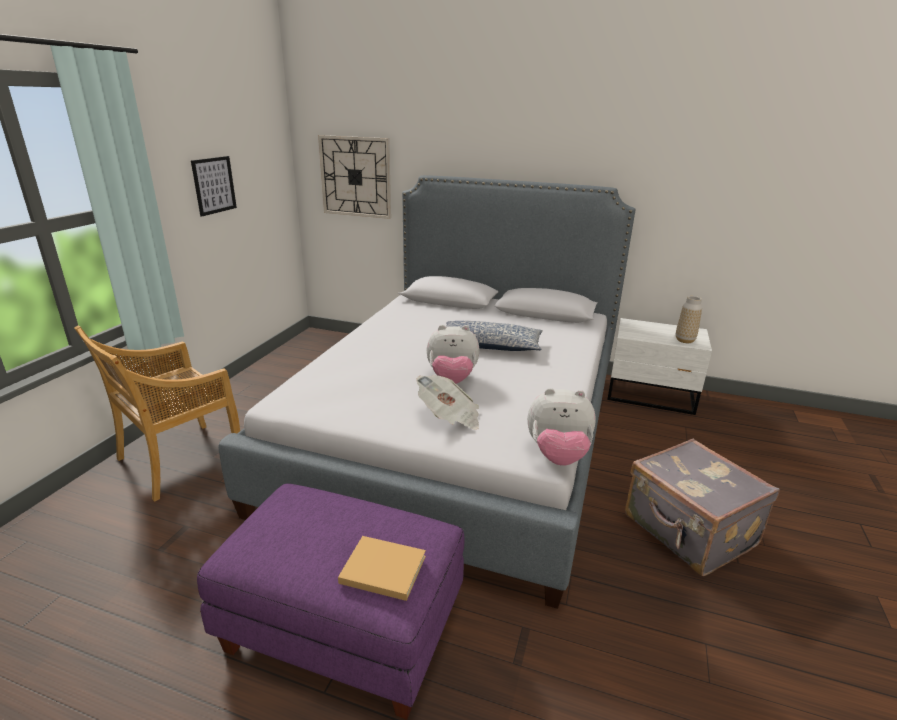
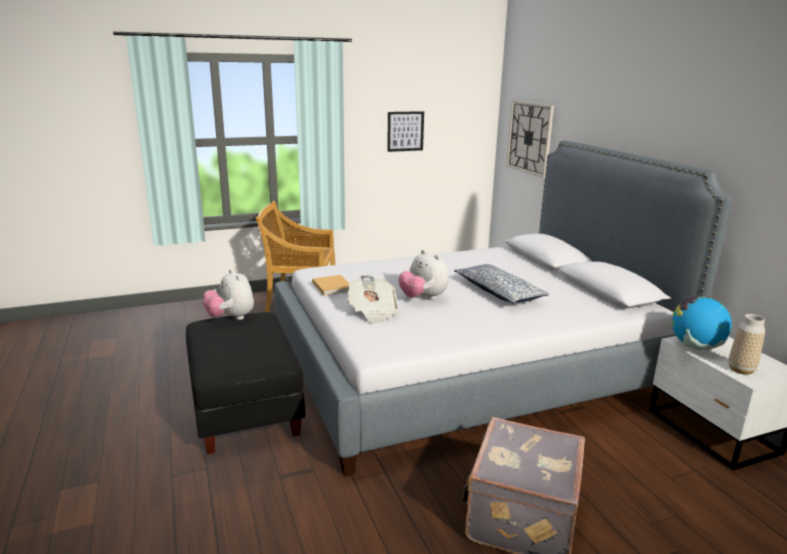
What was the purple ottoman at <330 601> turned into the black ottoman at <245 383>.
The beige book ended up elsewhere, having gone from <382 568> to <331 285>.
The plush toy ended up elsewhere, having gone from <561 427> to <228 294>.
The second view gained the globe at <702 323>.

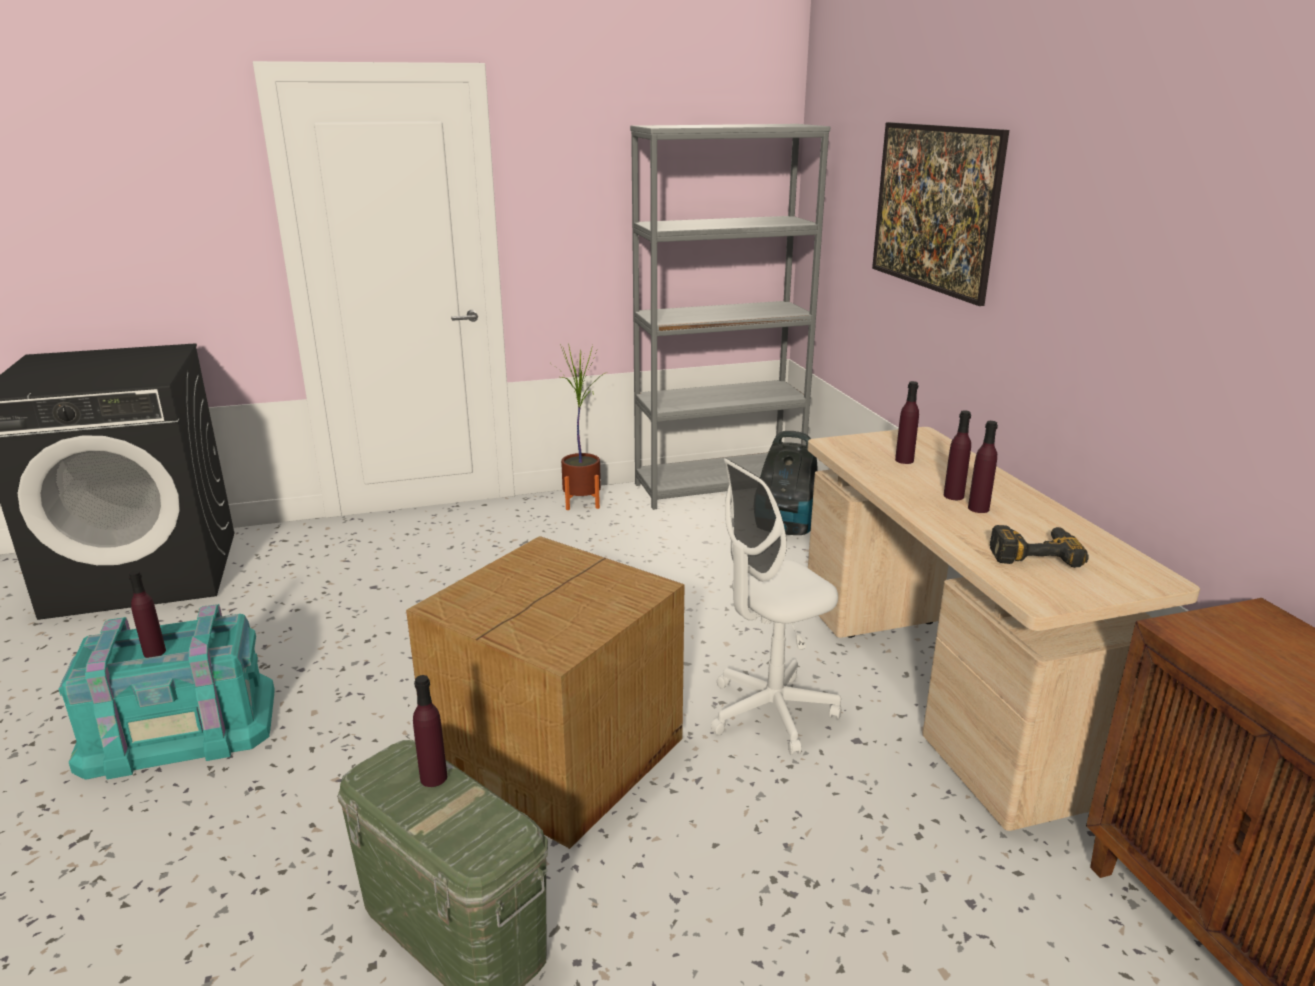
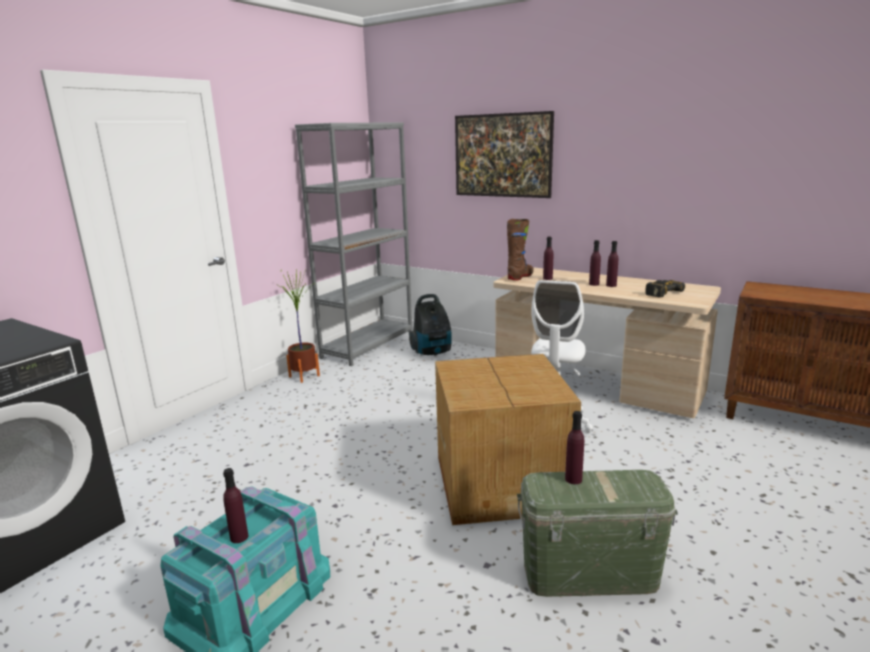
The second view gained the brown boot at <520 249>.

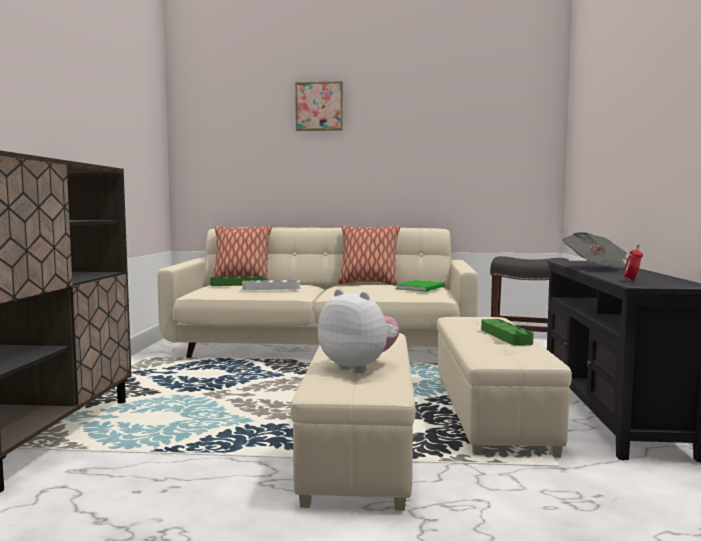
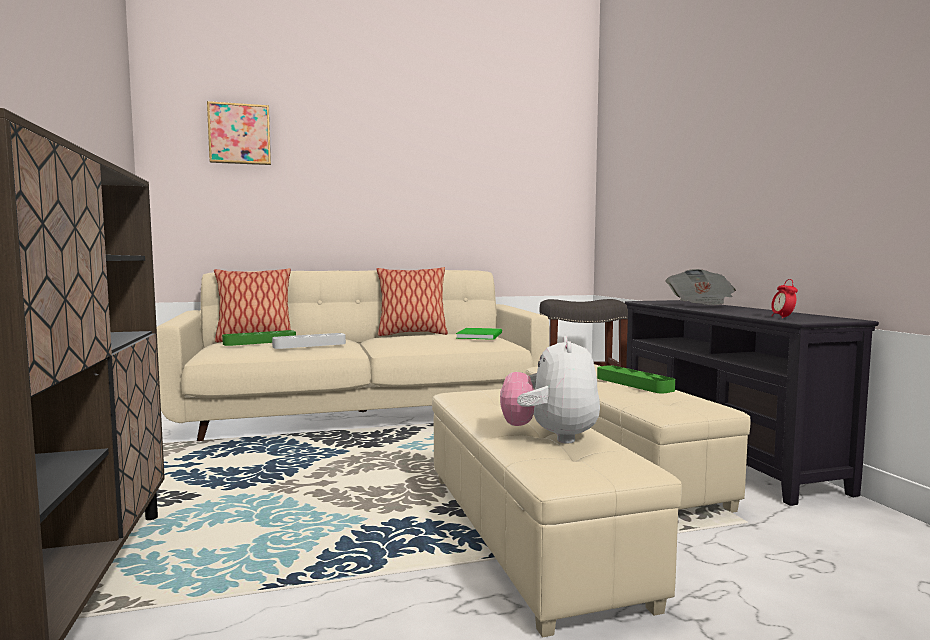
The picture ended up elsewhere, having gone from <319 106> to <239 133>.
The plush toy at <358 331> ended up facing another way, 105 degrees counterclockwise from before.

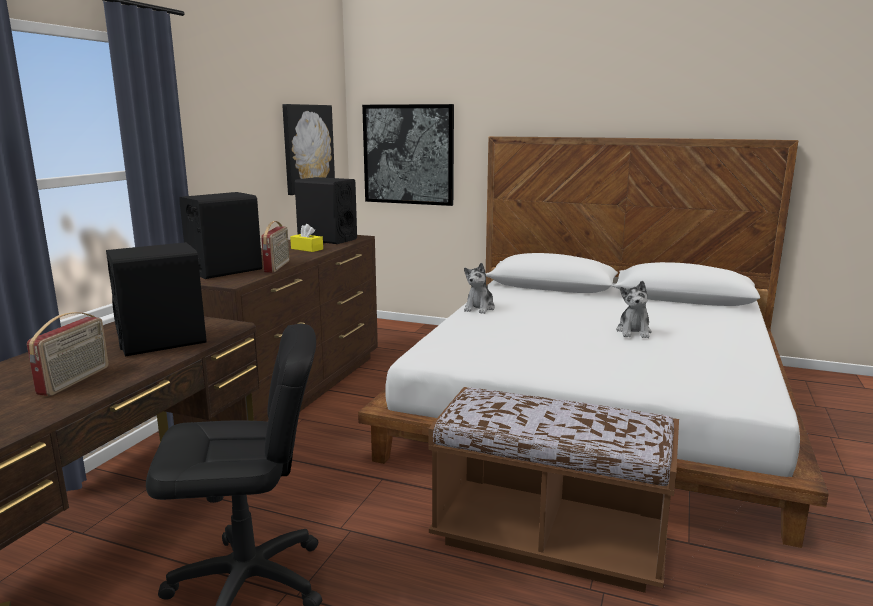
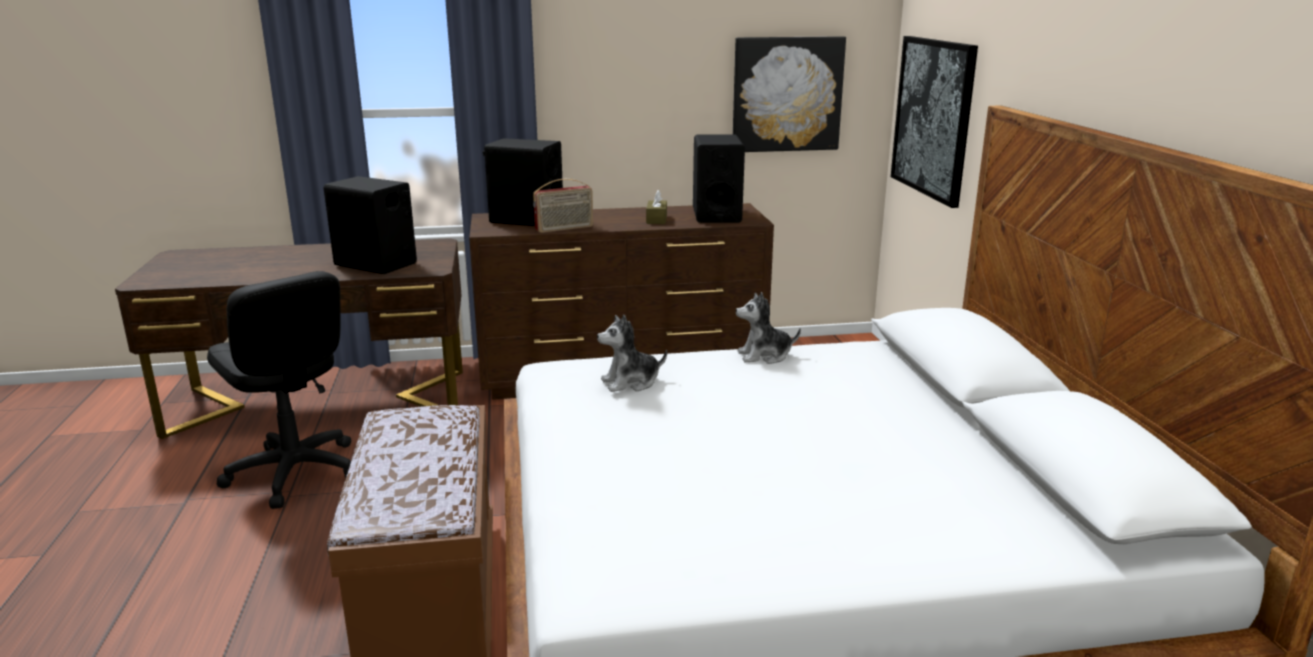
The second view lost the radio at <68 354>.
What was the yellow tissue box at <306 238> turned into the brown tissue box at <656 207>.
The plush toy ended up elsewhere, having gone from <634 309> to <632 353>.

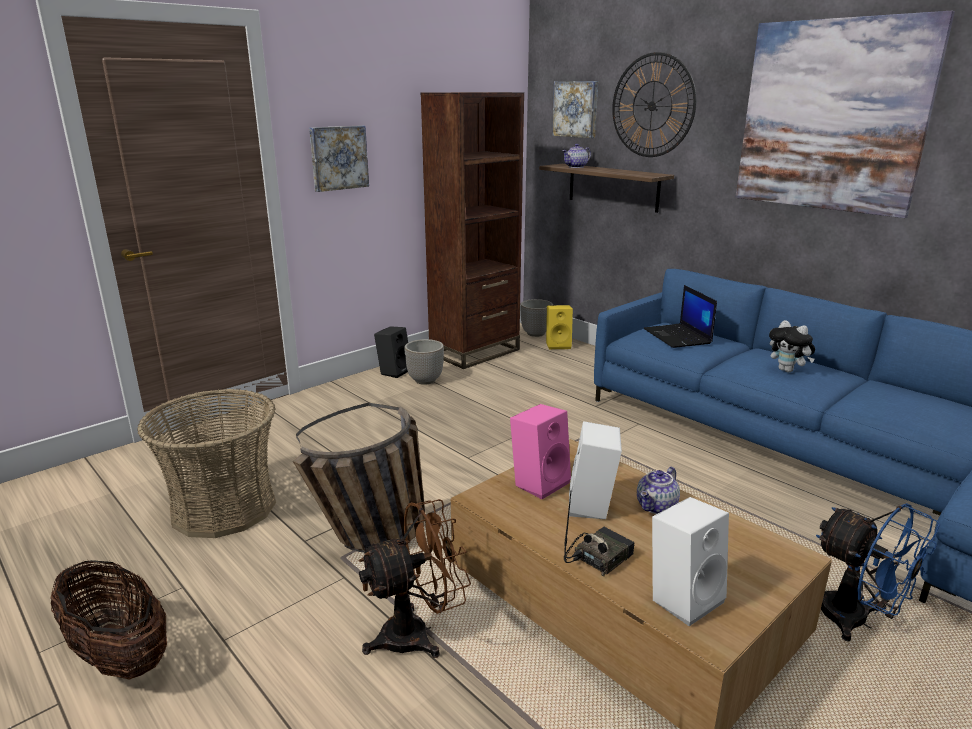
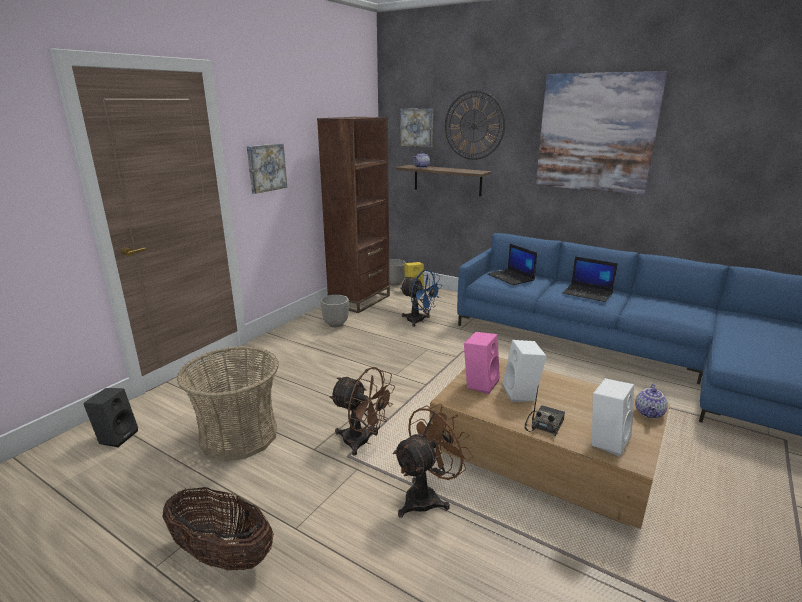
Where the basket stood at <359 477>, the brown fan came to stand at <362 411>.
The black speaker ended up elsewhere, having gone from <391 352> to <110 417>.
The teapot ended up elsewhere, having gone from <658 490> to <651 401>.
Where the plush toy stood at <792 346>, the laptop came to stand at <590 279>.
The blue fan ended up elsewhere, having gone from <878 572> to <420 298>.

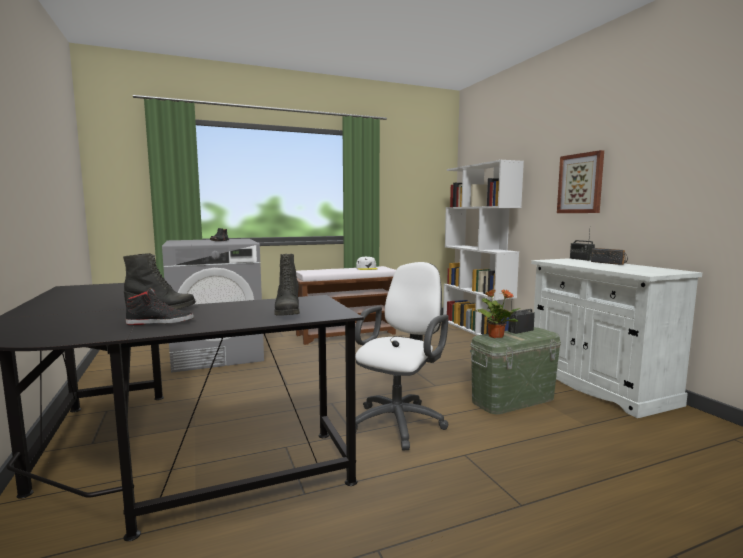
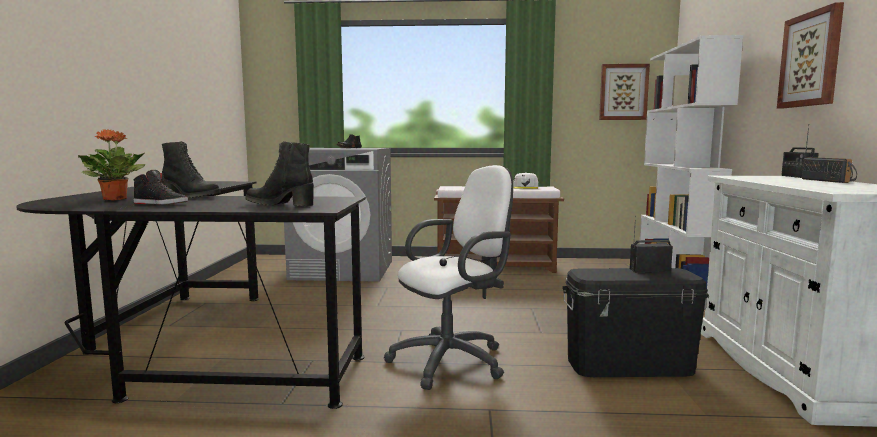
The black boot at <287 285> ended up facing another way, 90 degrees clockwise from before.
What was the green storage box at <515 370> turned into the black storage box at <635 322>.
The potted plant ended up elsewhere, having gone from <497 313> to <111 165>.
The second view gained the picture at <624 92>.

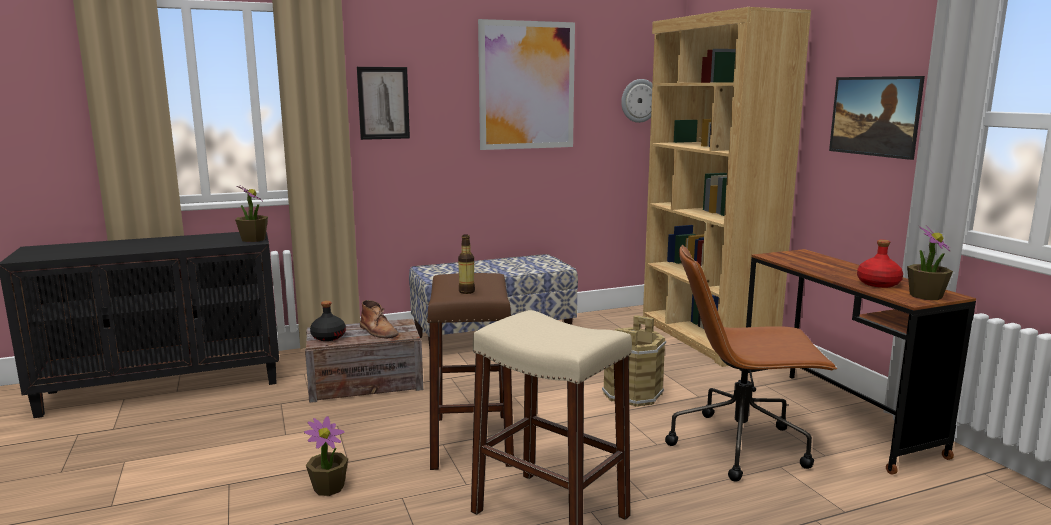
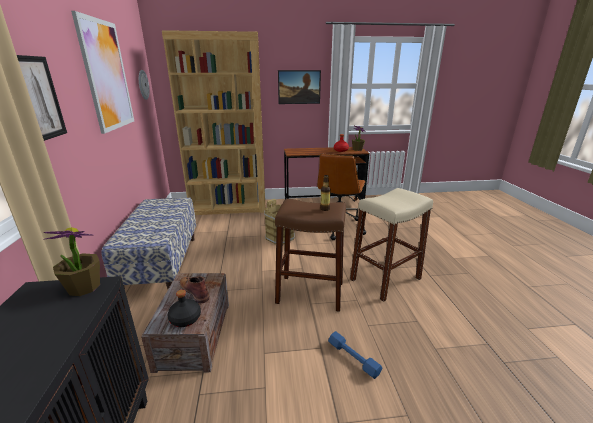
Where the potted plant stood at <326 456>, the blue dumbbell came to stand at <355 355>.
The brown boot at <379 319> ended up facing another way, 105 degrees counterclockwise from before.

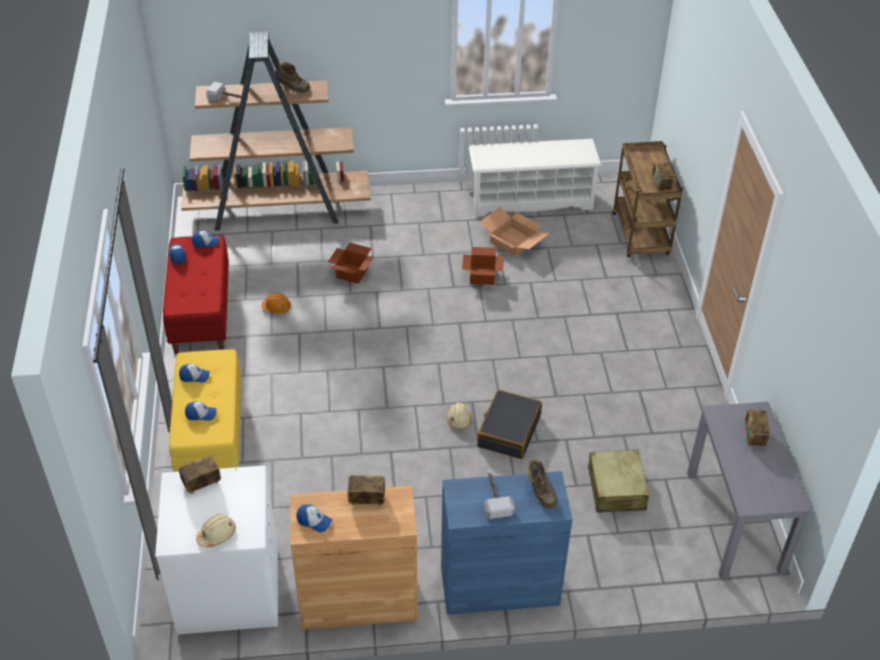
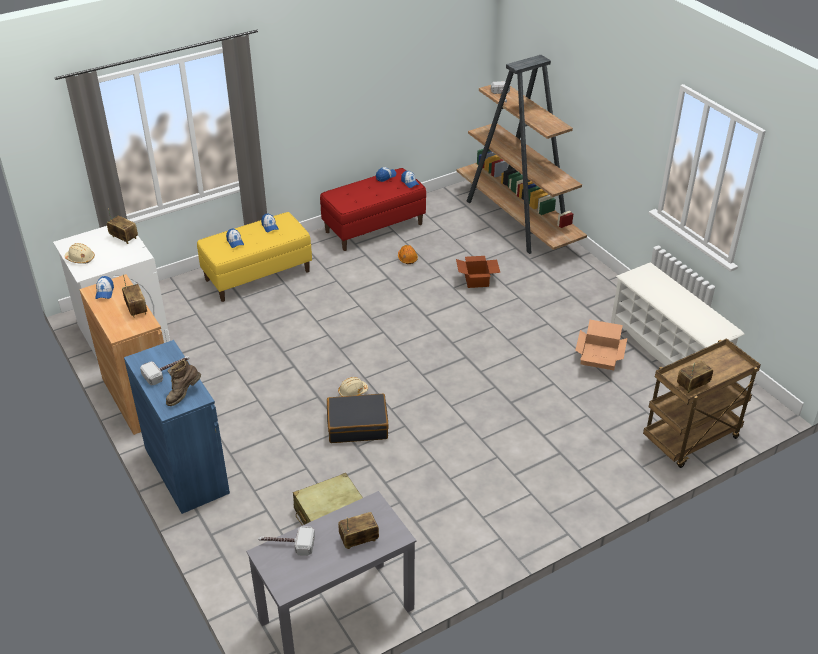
The second view lost the brown boot at <293 77>.
The second view lost the cardboard box at <483 266>.
The second view gained the hammer at <286 541>.

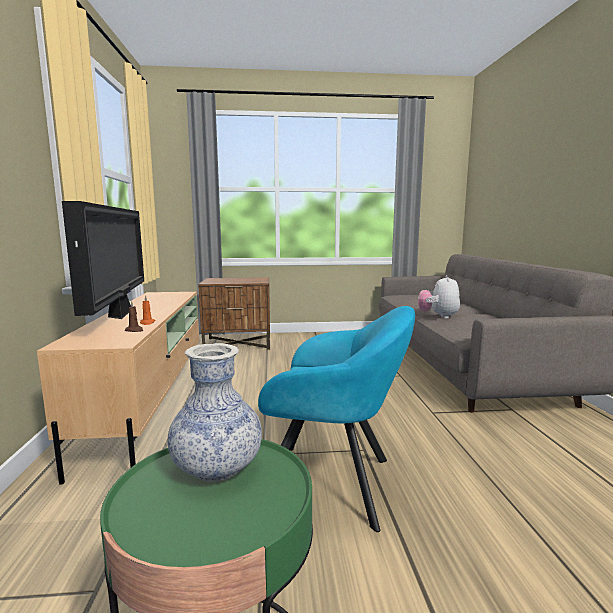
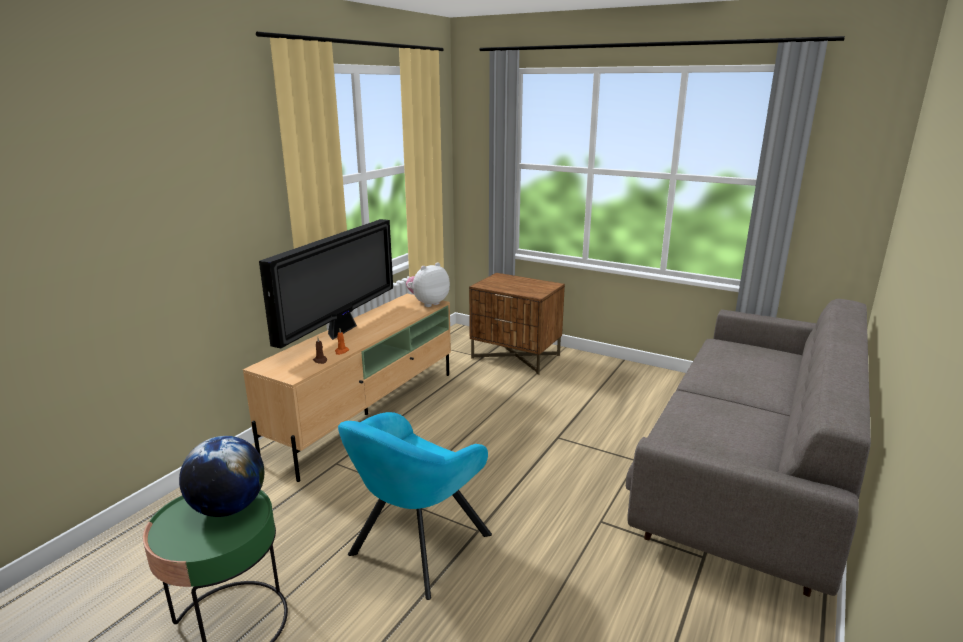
Where the vase stood at <215 412>, the globe came to stand at <221 476>.
The turquoise armchair at <336 419> ended up facing another way, 75 degrees clockwise from before.
The plush toy ended up elsewhere, having gone from <439 297> to <428 285>.

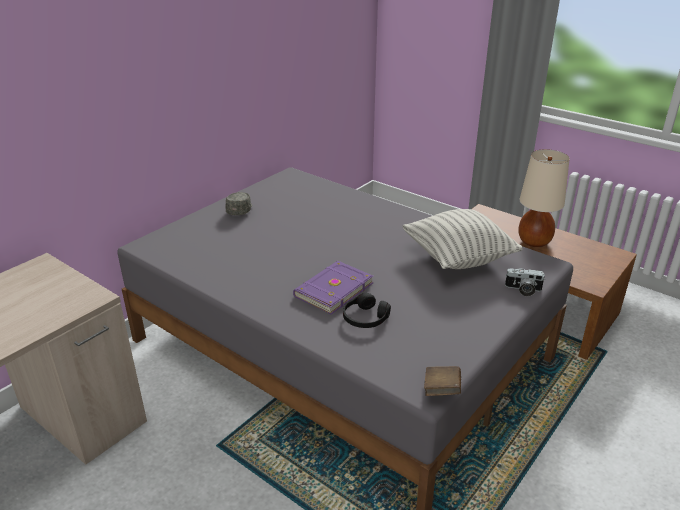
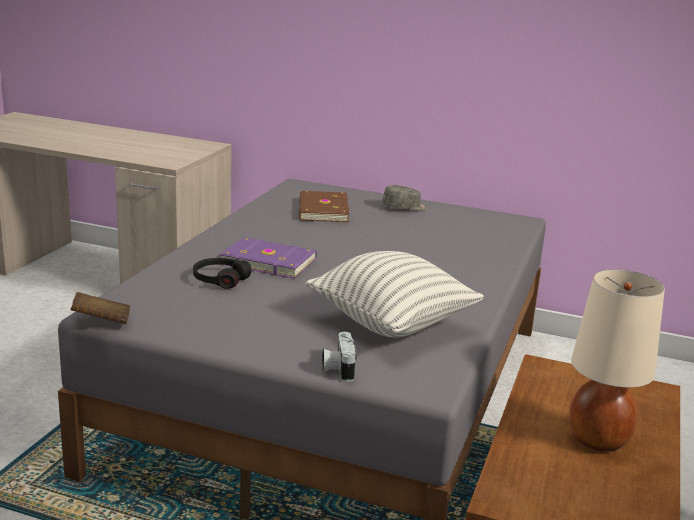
The second view gained the brown book at <324 206>.

